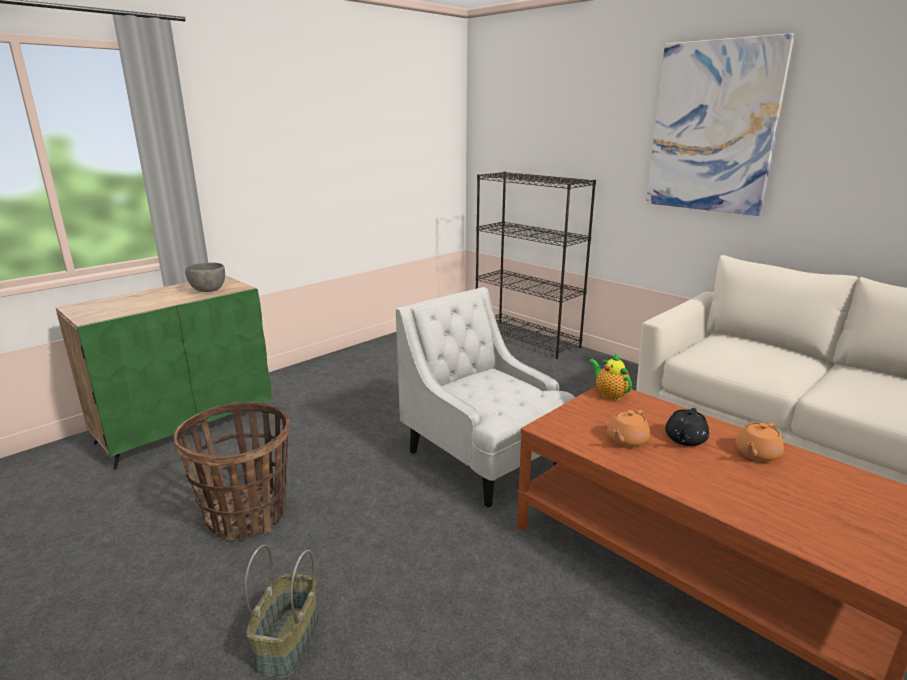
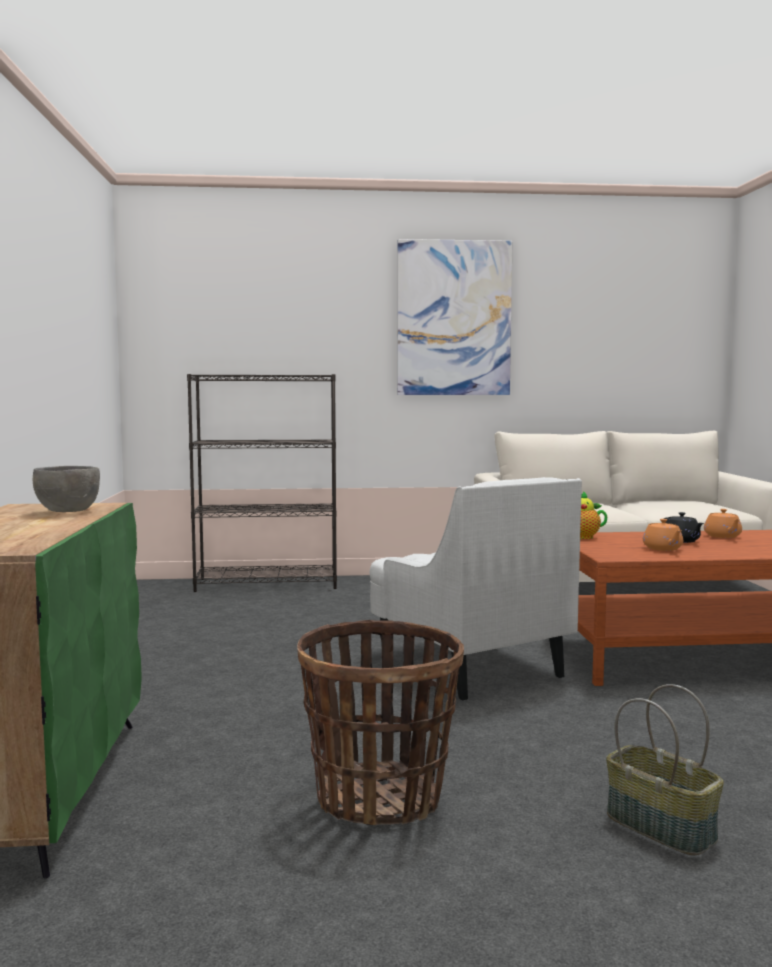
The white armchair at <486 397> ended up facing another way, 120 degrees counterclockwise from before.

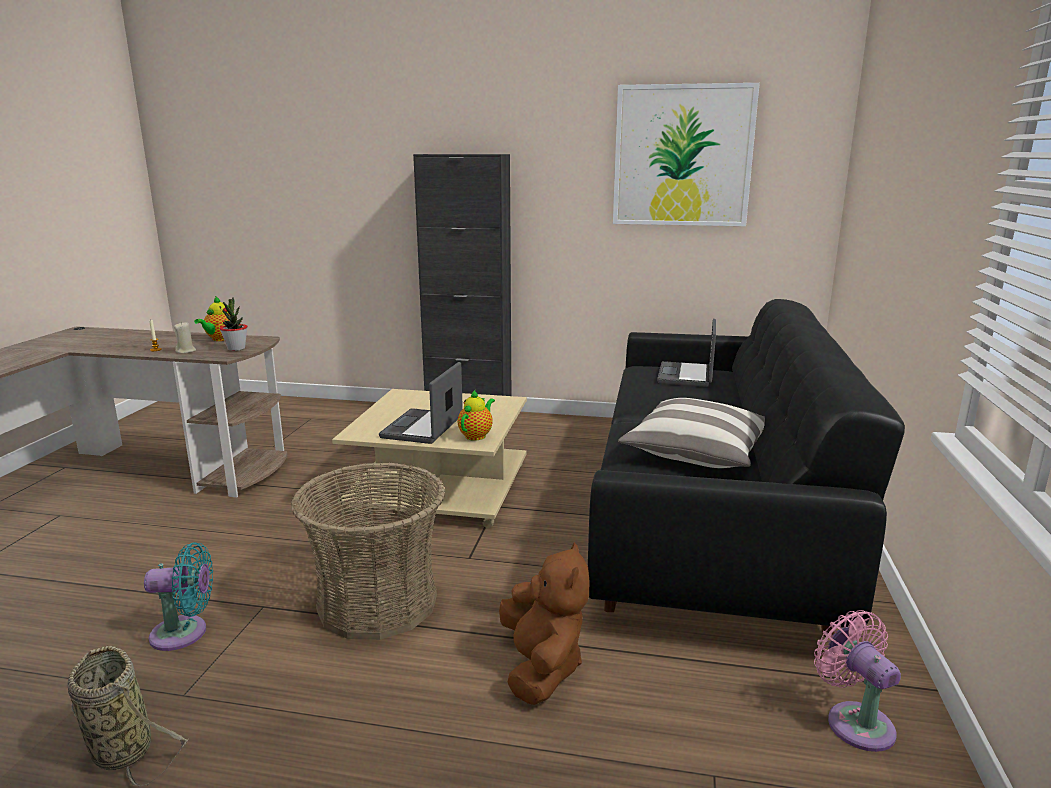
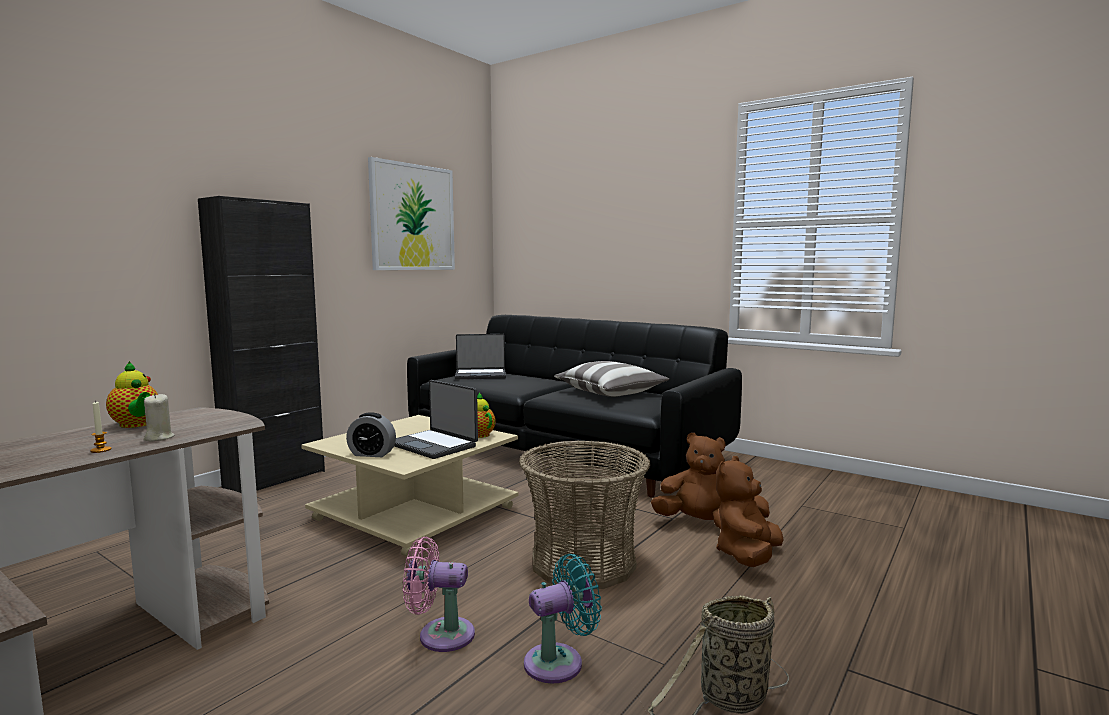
The turquoise fan at <178 596> ended up facing another way, 45 degrees clockwise from before.
The second view lost the potted plant at <234 324>.
The laptop at <686 353> ended up facing another way, 45 degrees counterclockwise from before.
The pink fan ended up elsewhere, having gone from <857 681> to <439 594>.
The second view gained the alarm clock at <371 434>.
The second view gained the brown plush toy at <750 511>.

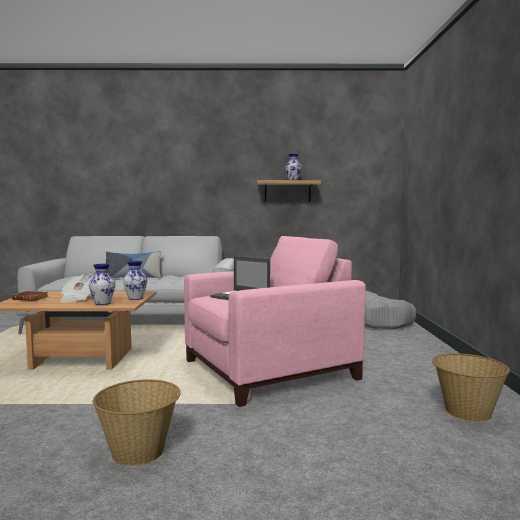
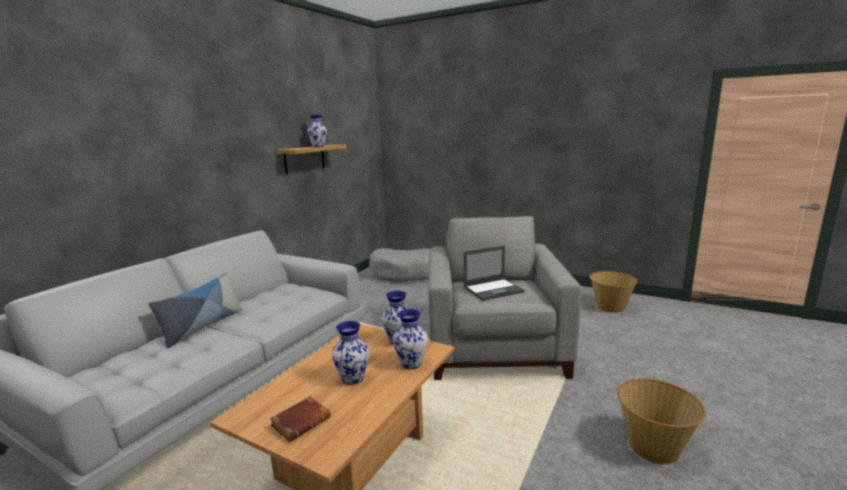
Where the newspaper stood at <77 288>, the vase came to stand at <350 353>.
What was the pink armchair at <275 321> turned into the grey armchair at <505 298>.

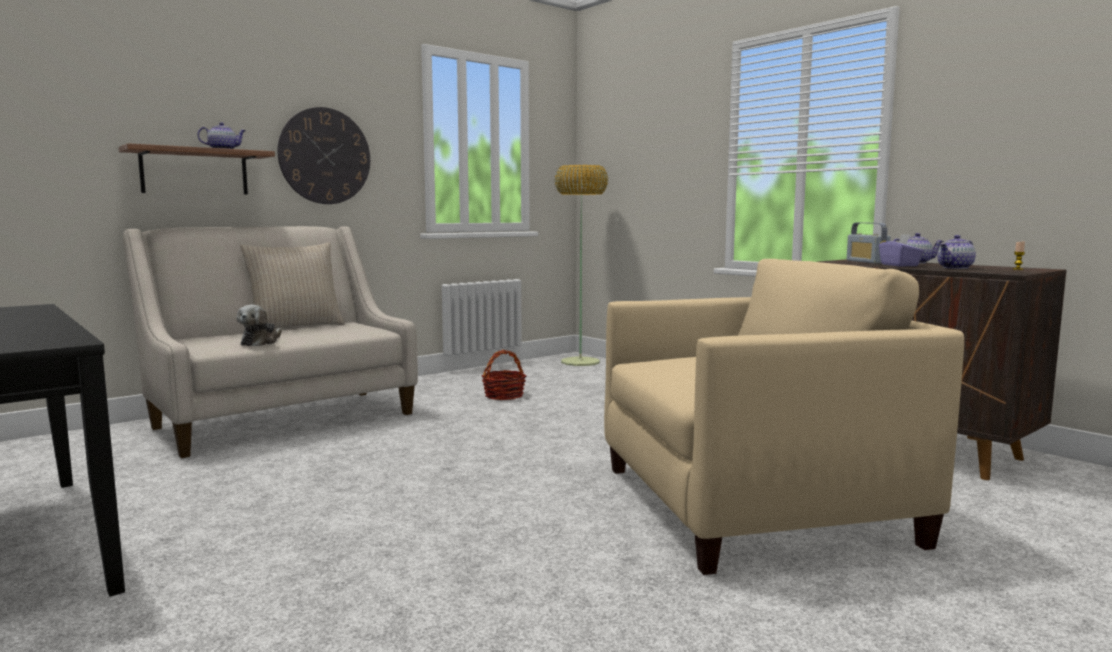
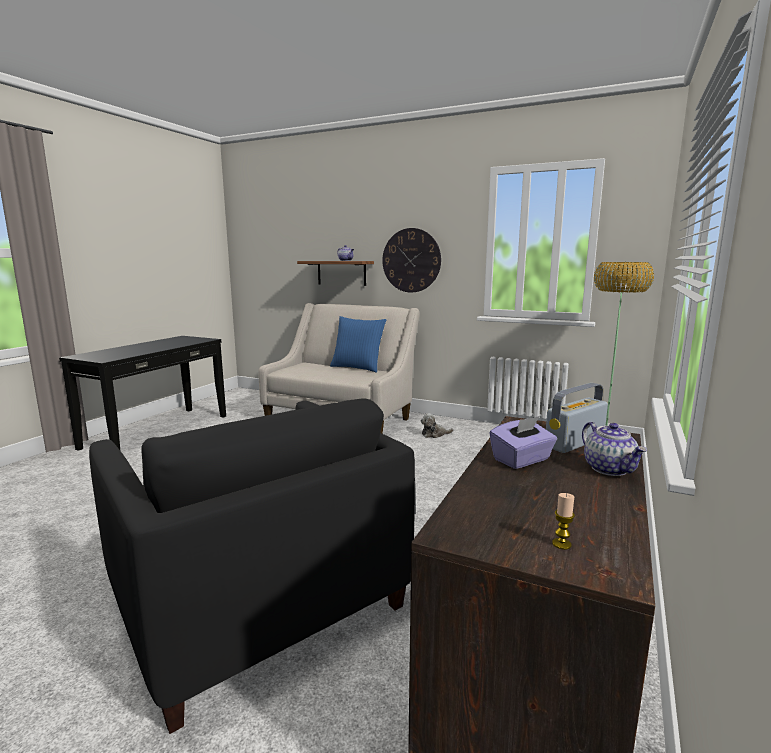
The plush toy ended up elsewhere, having gone from <259 325> to <437 425>.
What was the beige pillow at <292 285> turned into the blue pillow at <358 344>.
The second view lost the basket at <504 375>.
What was the beige armchair at <784 417> turned into the black armchair at <252 566>.
The second view lost the teapot at <957 252>.

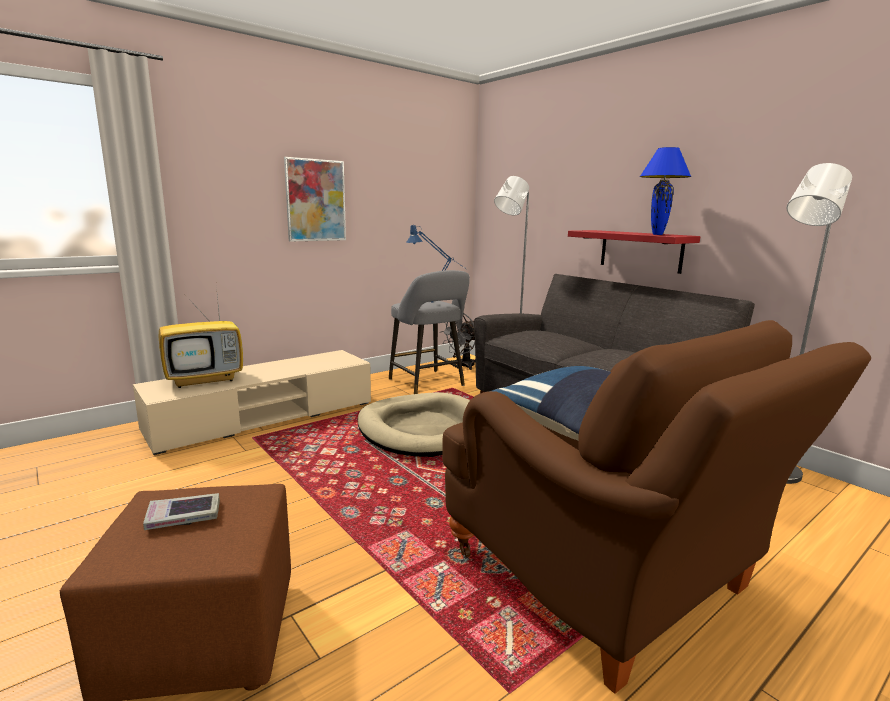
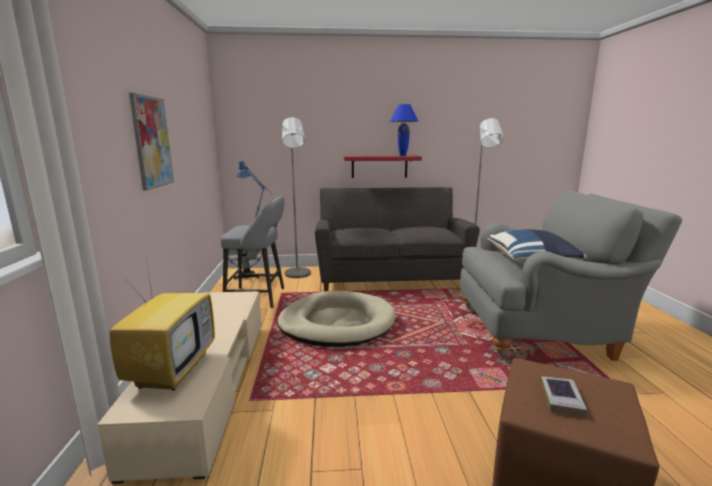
What was the brown armchair at <656 507> turned into the grey armchair at <571 275>.

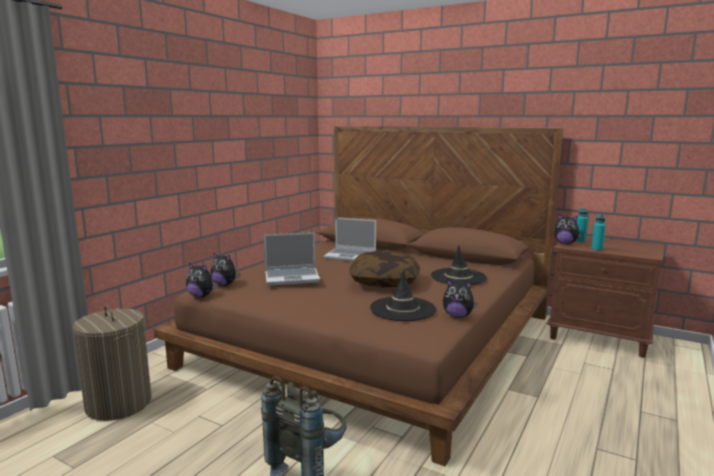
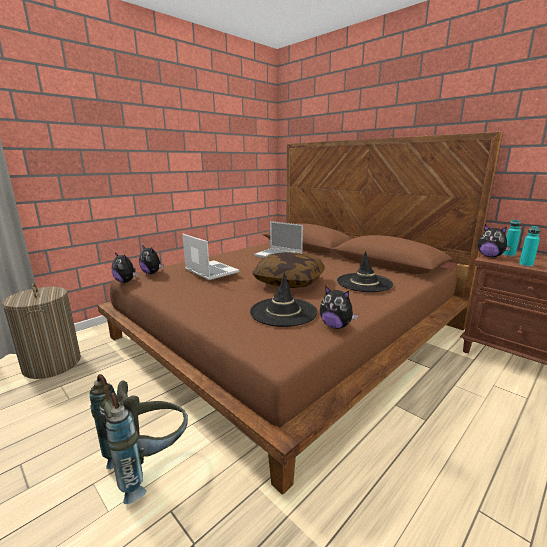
The laptop at <292 258> ended up facing another way, 135 degrees counterclockwise from before.

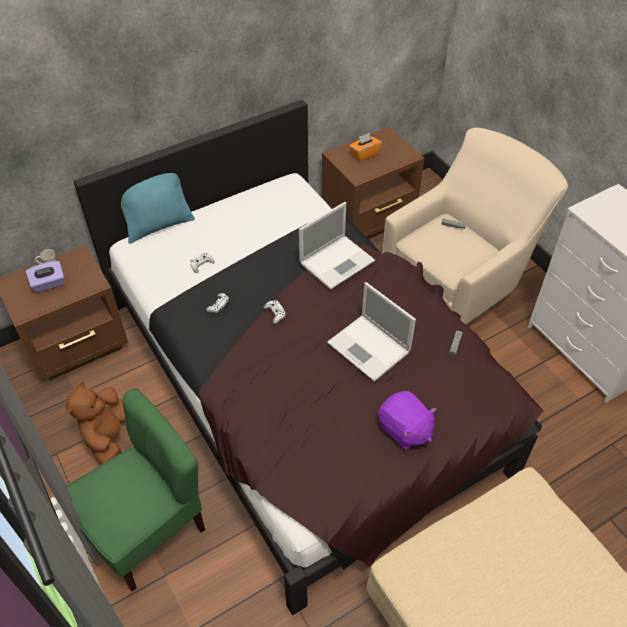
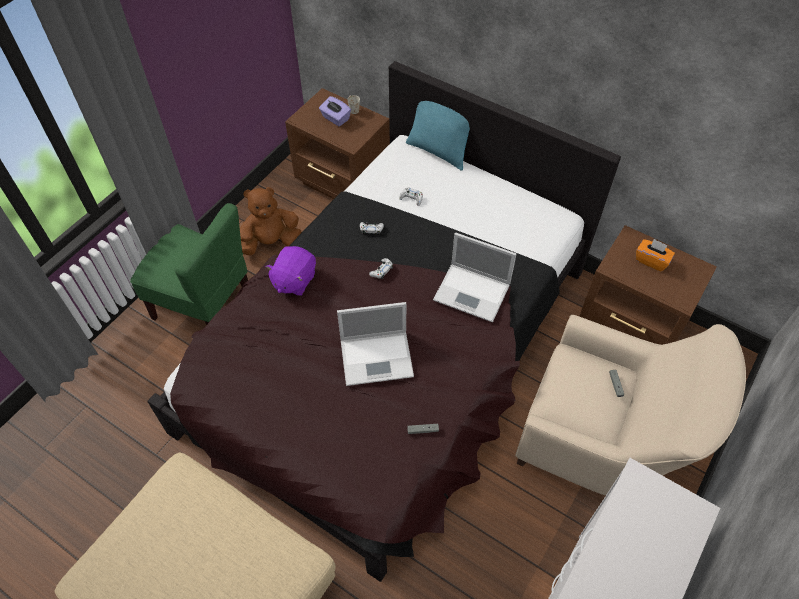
The laptop at <371 332> ended up facing another way, 120 degrees counterclockwise from before.
The purple plush toy ended up elsewhere, having gone from <407 420> to <290 271>.

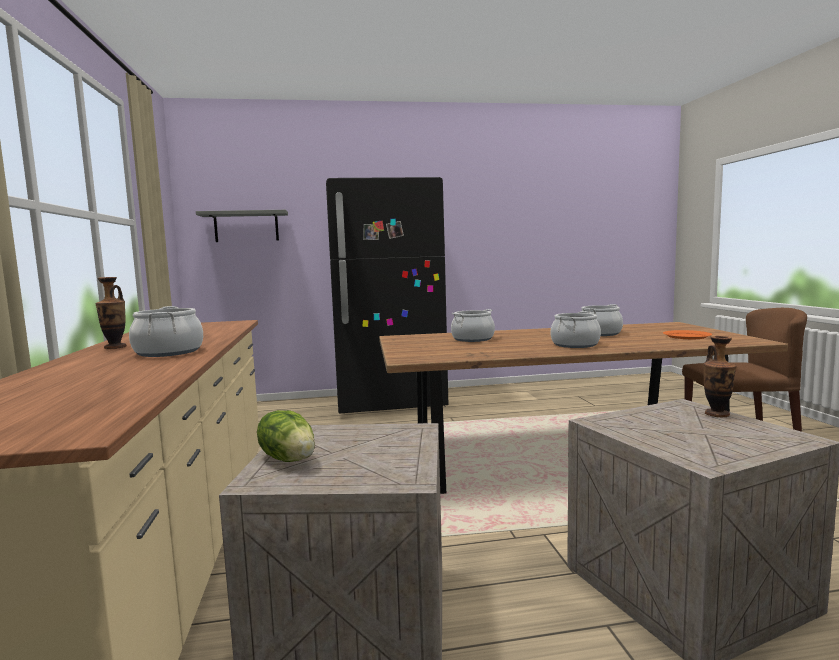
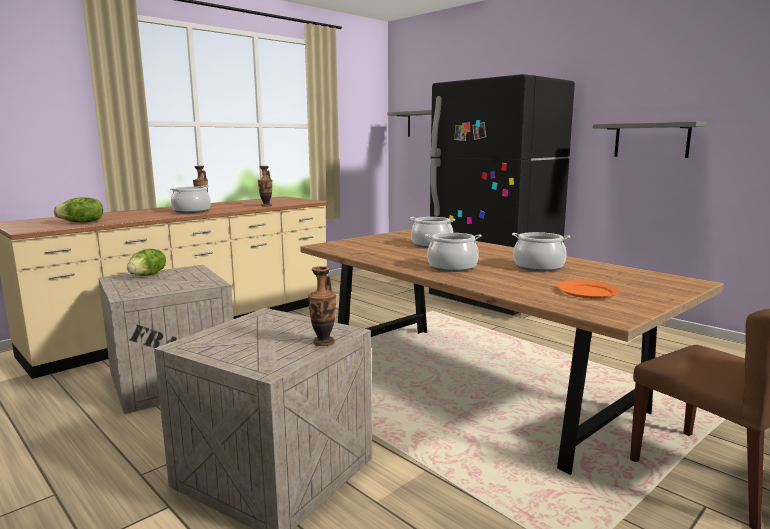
The second view gained the lettuce at <78 210>.
The second view gained the vase at <265 186>.
The second view gained the grey shelf at <650 140>.

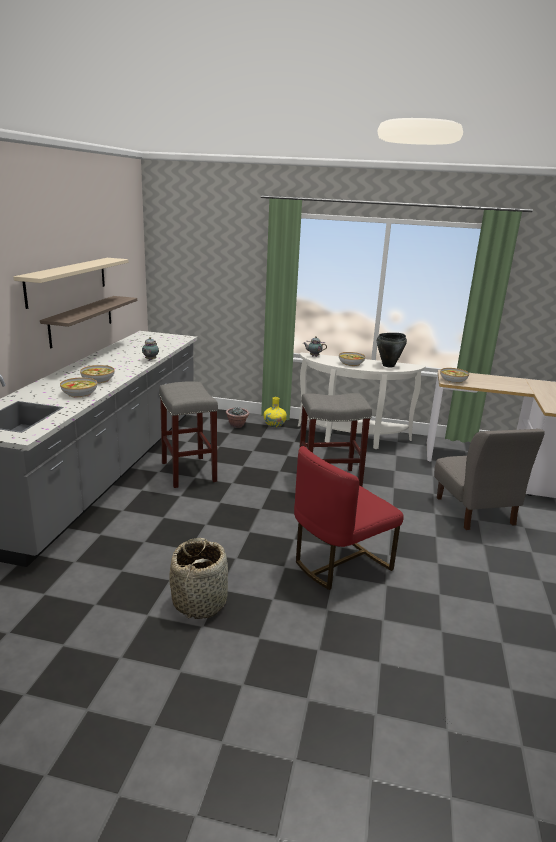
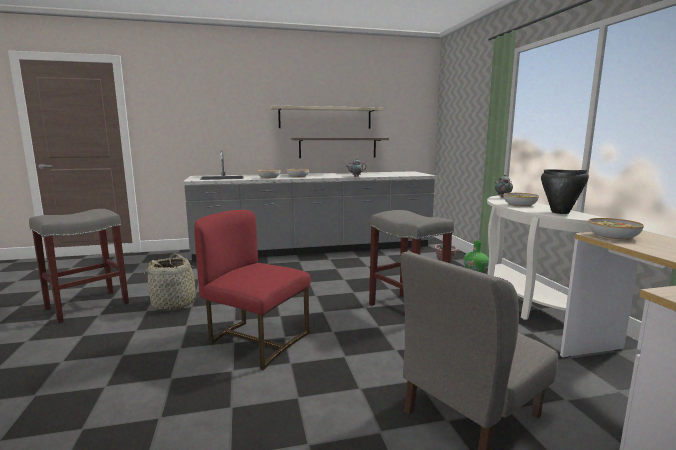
The grey stool ended up elsewhere, having gone from <188 434> to <79 266>.
What was the yellow vase at <275 412> turned into the green vase at <476 256>.

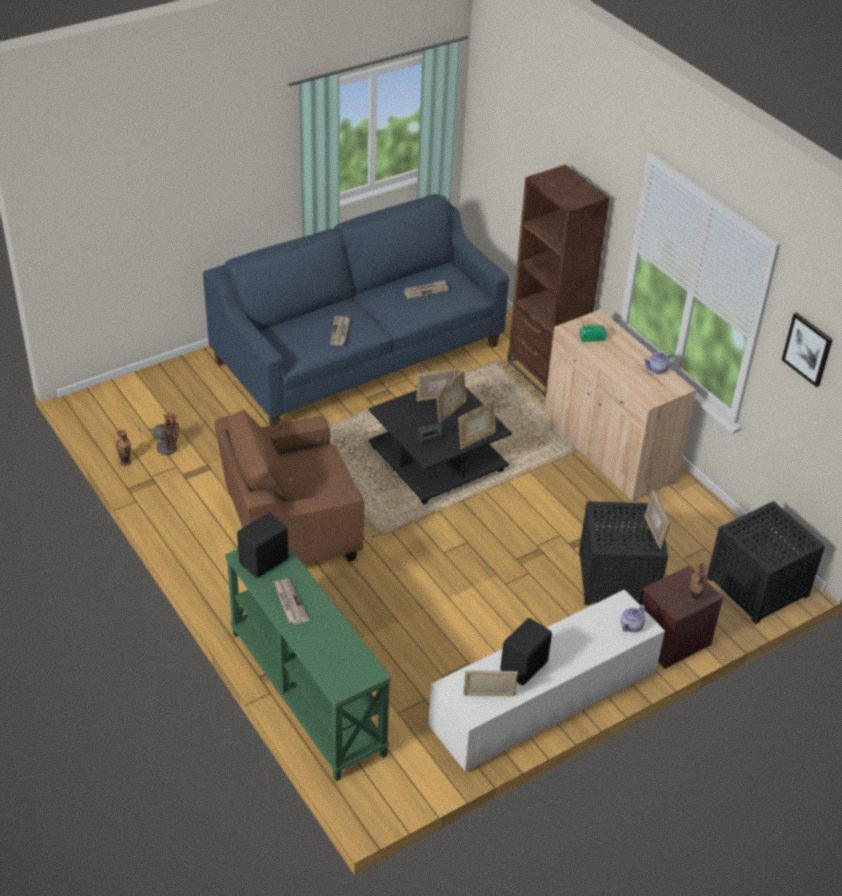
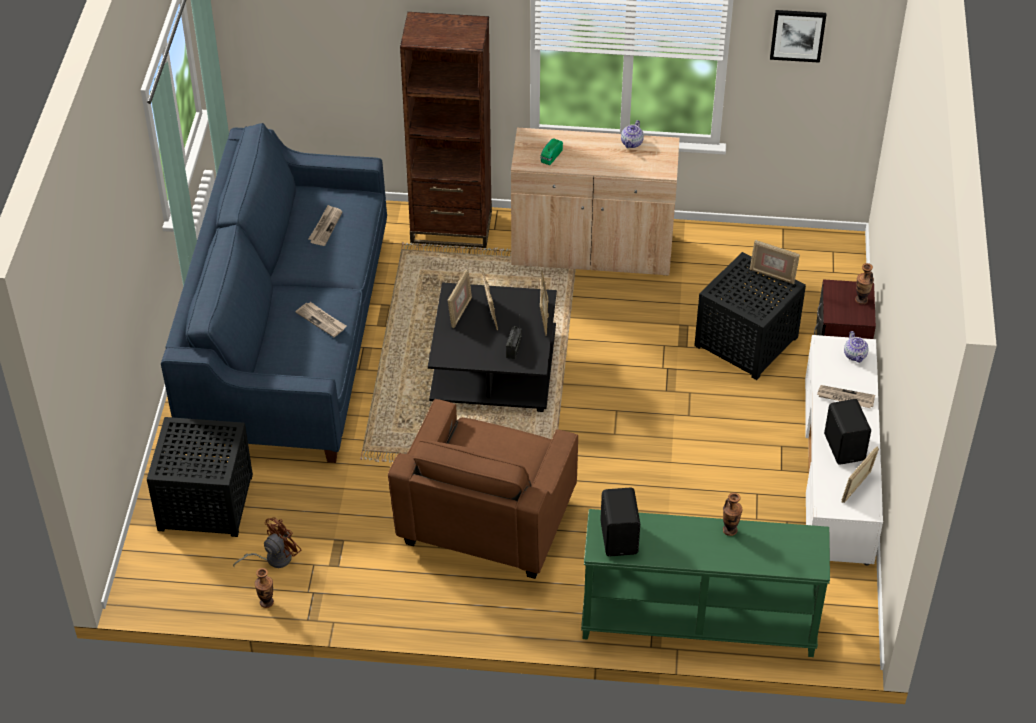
The newspaper ended up elsewhere, having gone from <291 601> to <846 396>.
The black side table ended up elsewhere, having gone from <766 562> to <200 477>.
The second view gained the vase at <733 514>.

